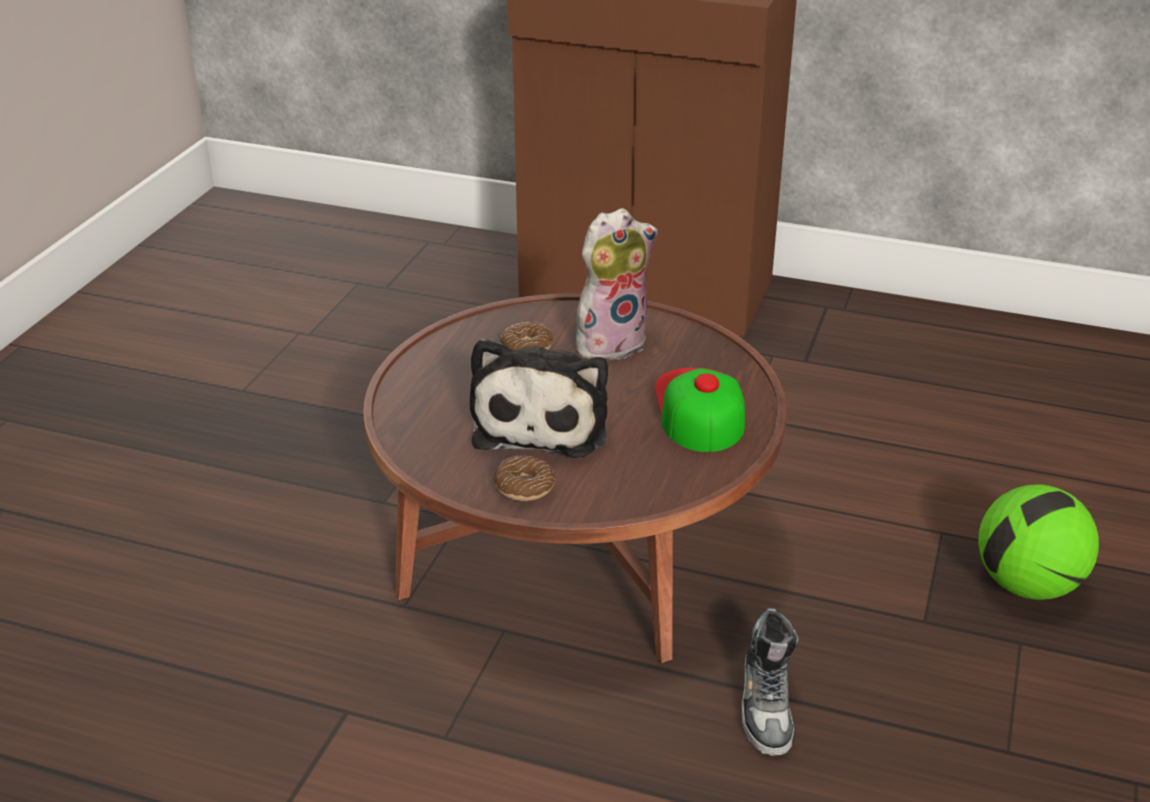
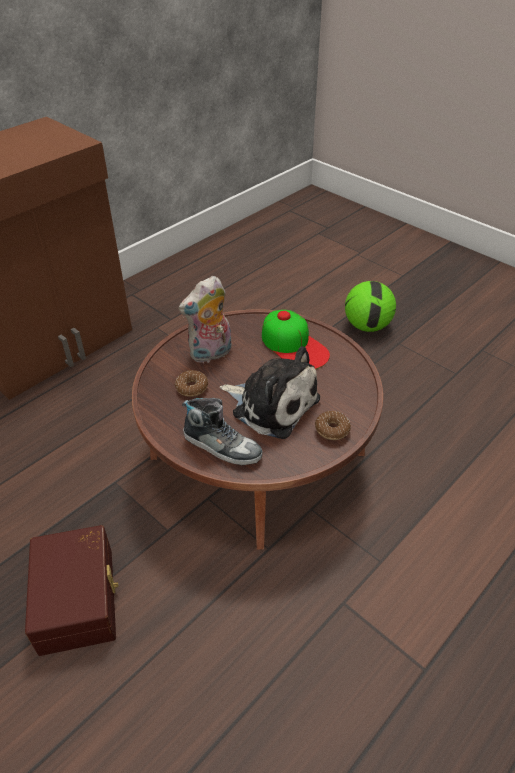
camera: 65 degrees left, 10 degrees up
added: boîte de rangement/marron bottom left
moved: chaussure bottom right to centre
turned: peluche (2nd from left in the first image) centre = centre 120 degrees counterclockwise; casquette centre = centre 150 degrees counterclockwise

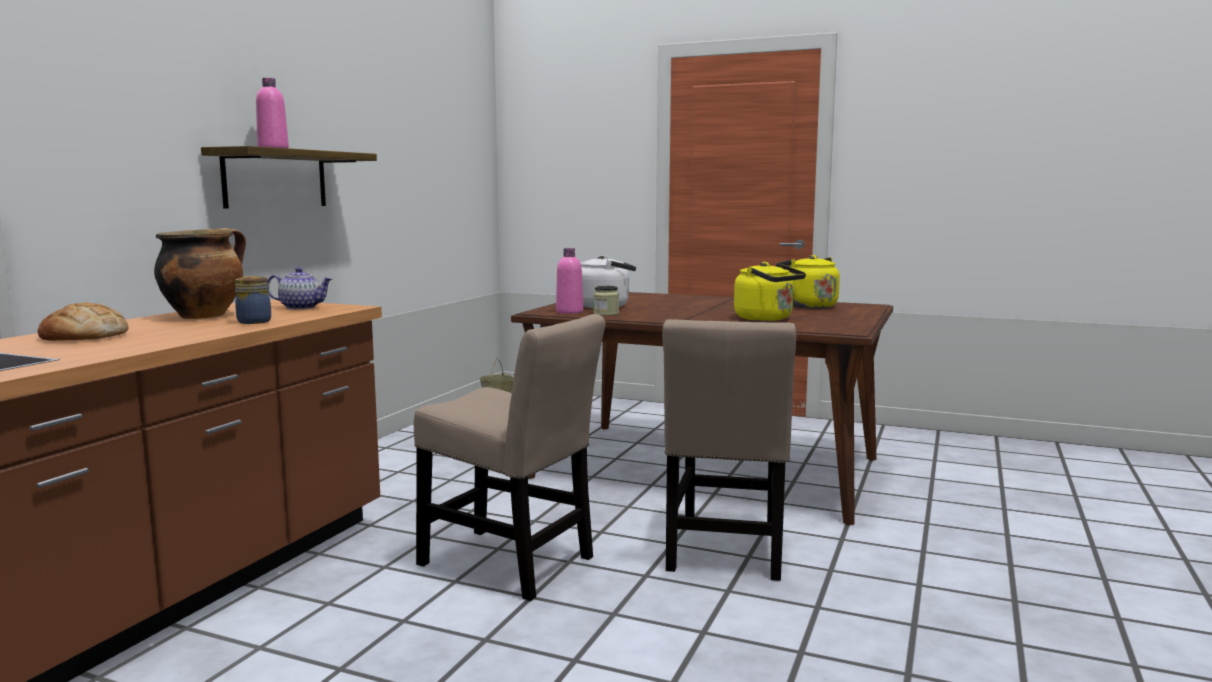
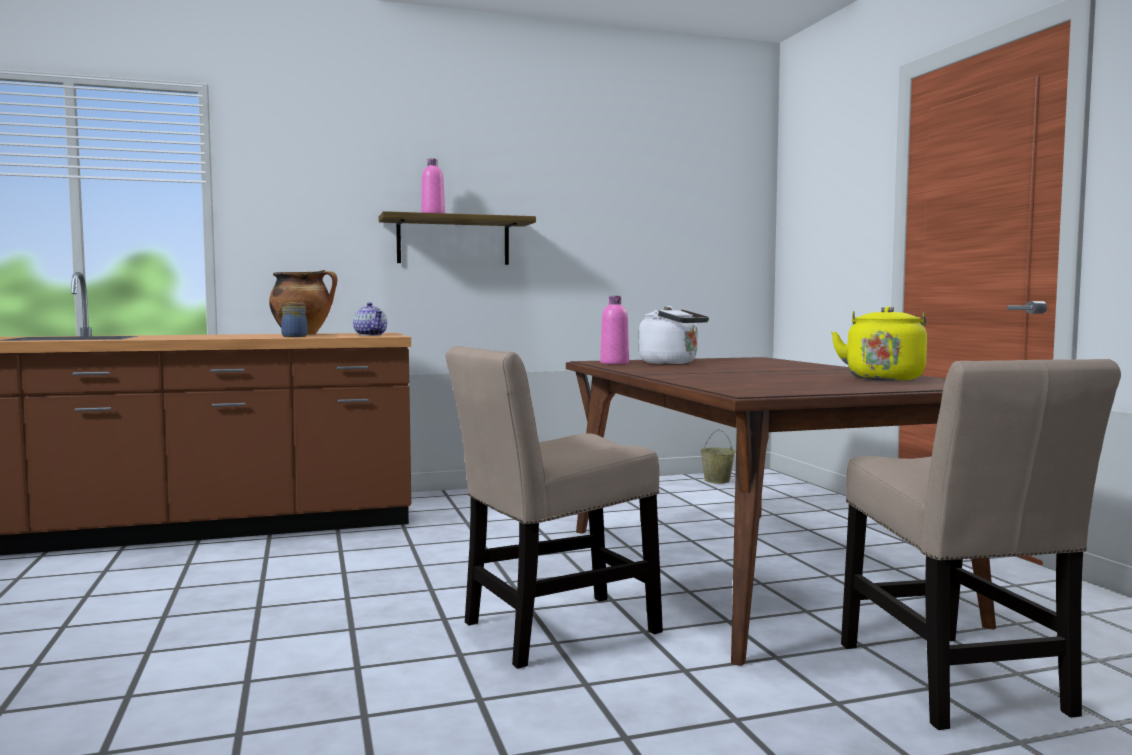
camera: 50 degrees right, 5 degrees down
removed: bouilloire/jaune (1st from left) centre; bocal (2nd from left) centre; pain middle left
moved: chaise/beige (1st from left in the first image) bottom centre to chaise/beige (2nd from left) bottom right

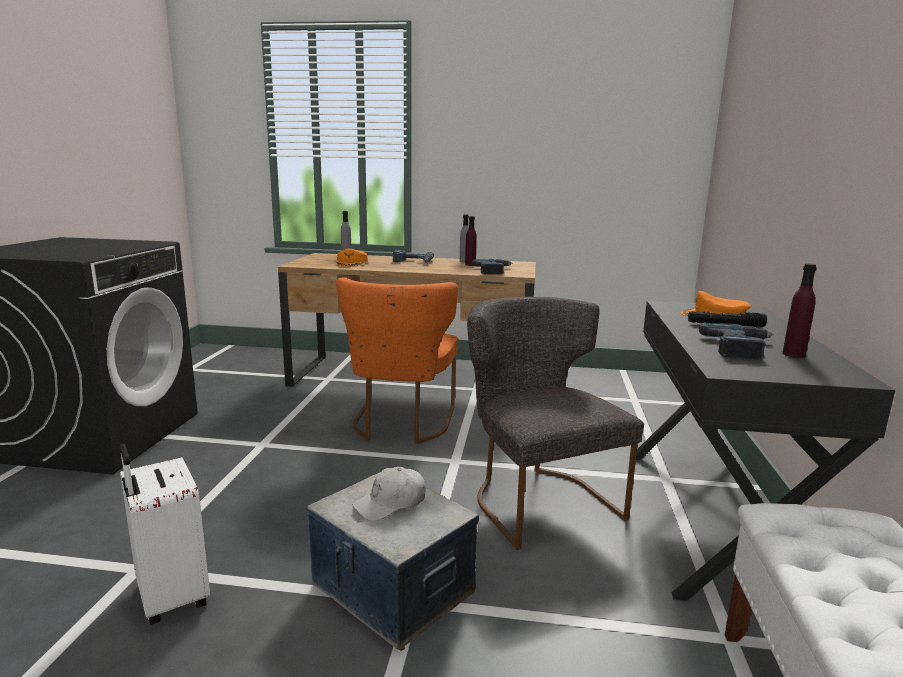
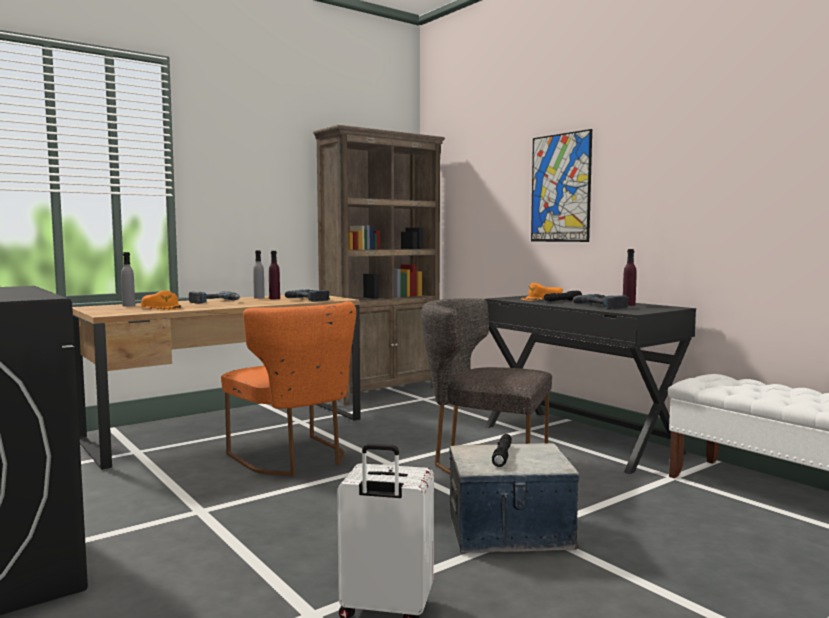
camera: 45 degrees left, 10 degrees down
added: bibliothèque/marron centre; tableau top right
replaced: casquette/blanc bottom centre to lampe de poche/noir (1st from left) bottom centre

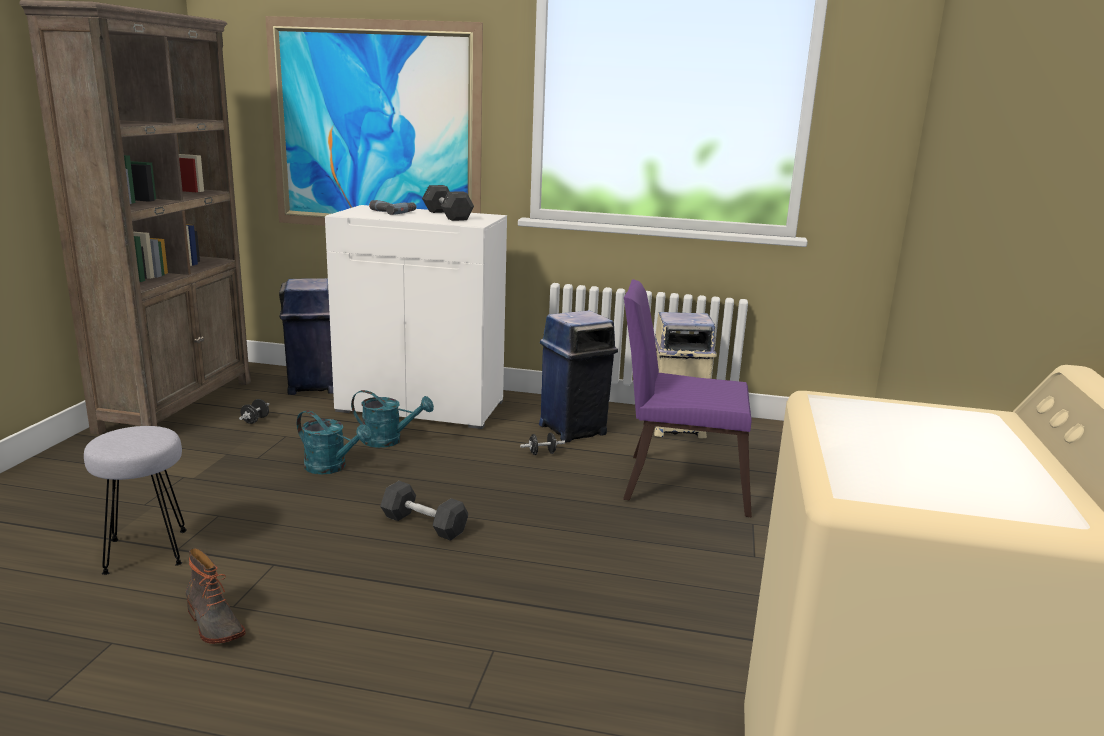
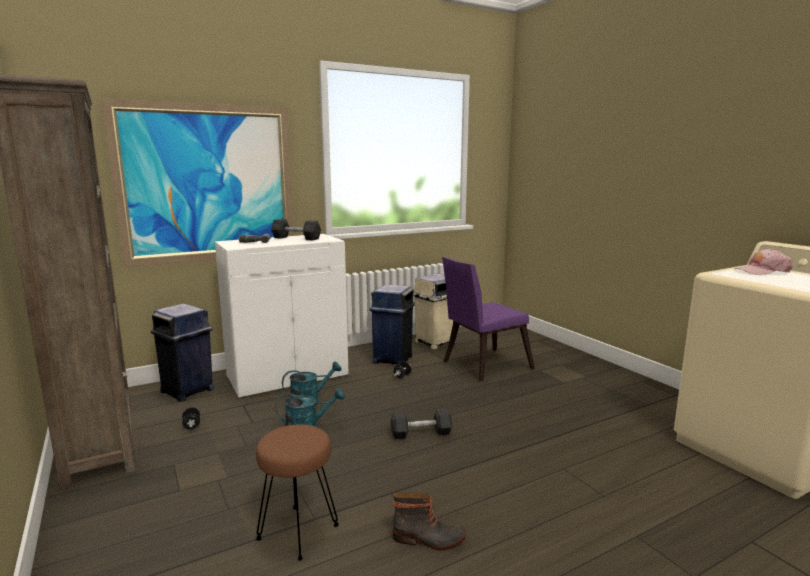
camera: 40 degrees left, 5 degrees down
added: casquette/rose middle right
recoloured: tabouret/gris bottom left to tabouret/marron bottom centre

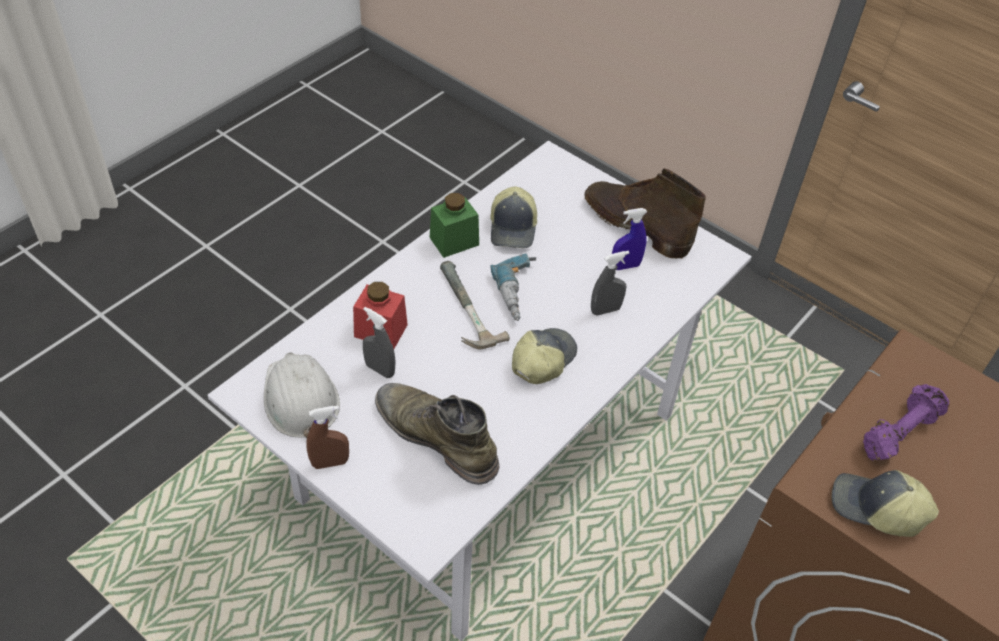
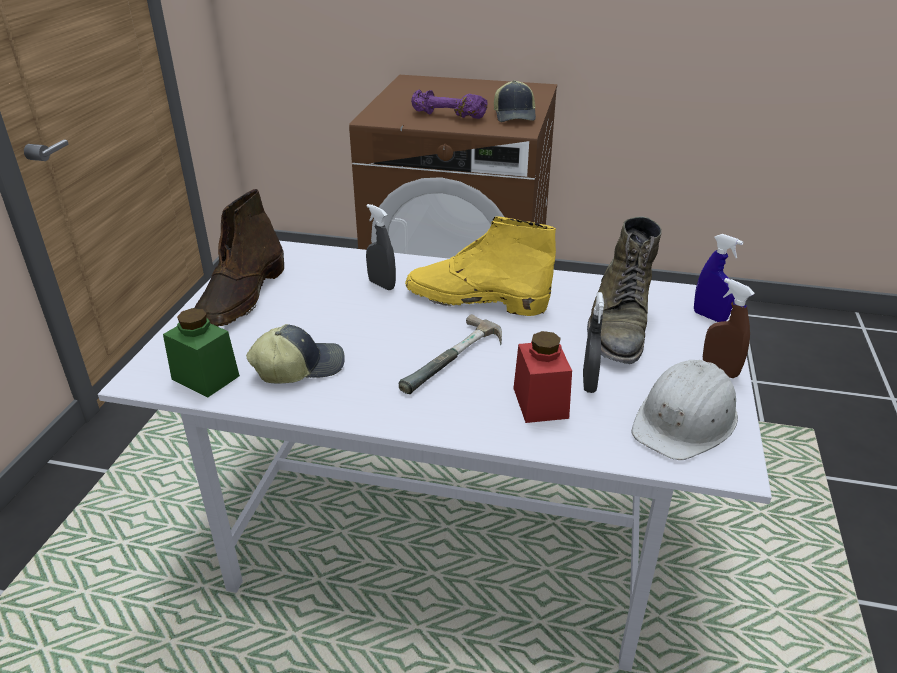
camera: 115 degrees left, 15 degrees down
removed: perceuse centre
moved: bocal/vert centre to middle left; vaporisateur/bleu centre to middle right
replaced: casquette (2nd from left) centre to botte/jaune centre

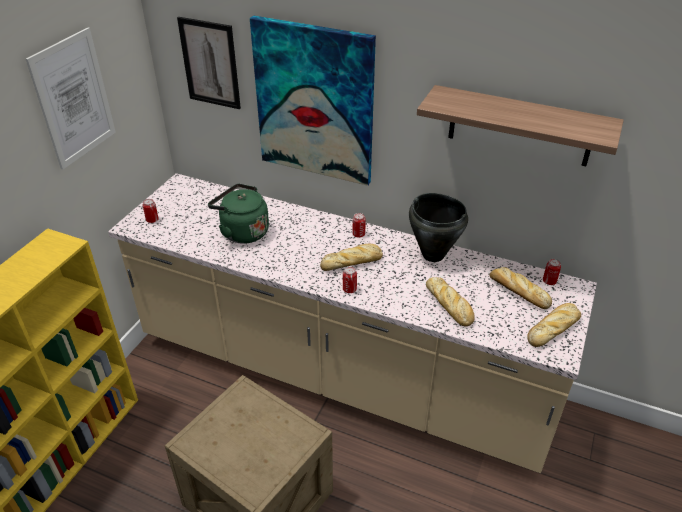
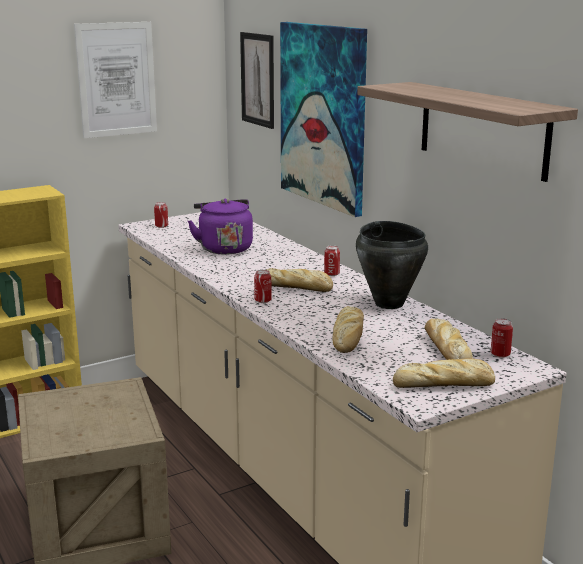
camera: 35 degrees right, 20 degrees down
recoloured: bouilloire/vert centre to bouilloire/violet centre

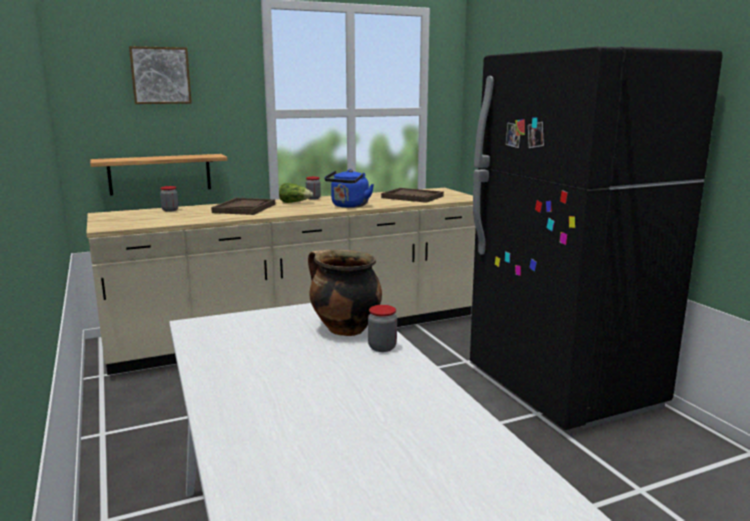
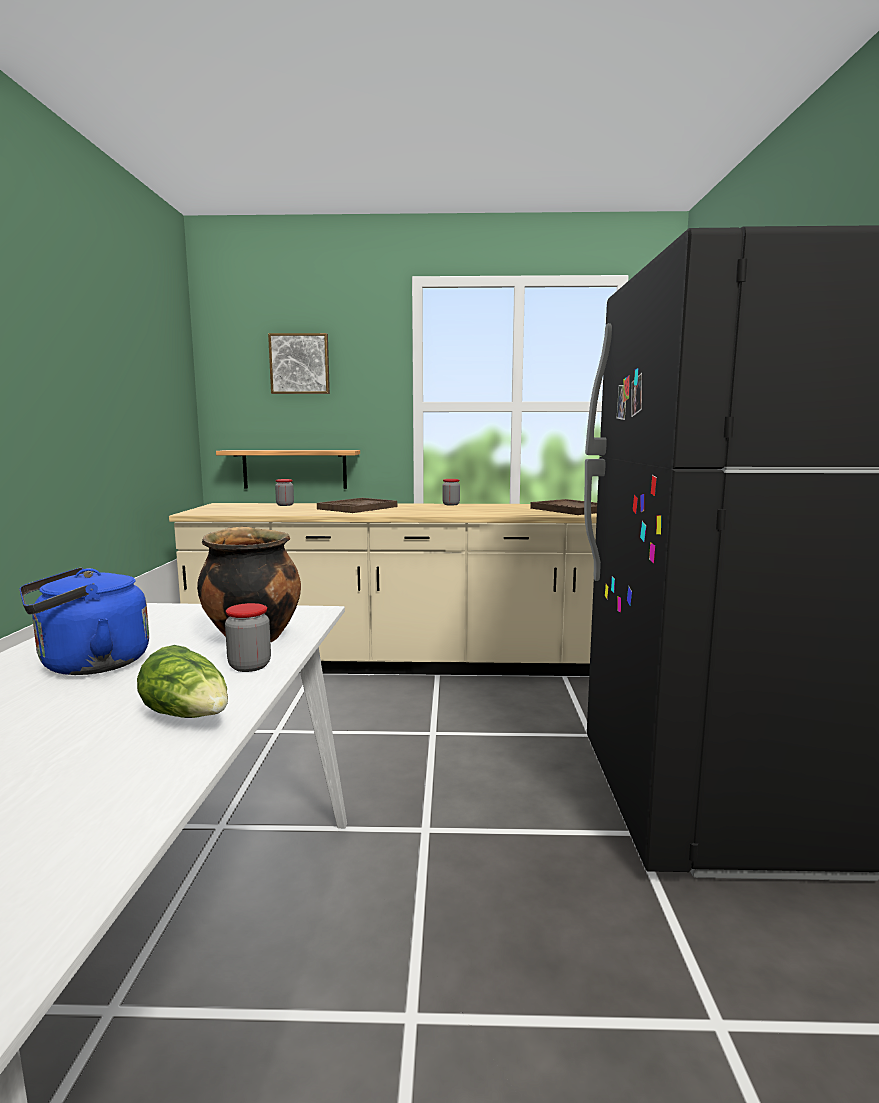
camera: 25 degrees right, 5 degrees down
moved: bouilloire/bleu centre to middle left; laitue centre to middle left

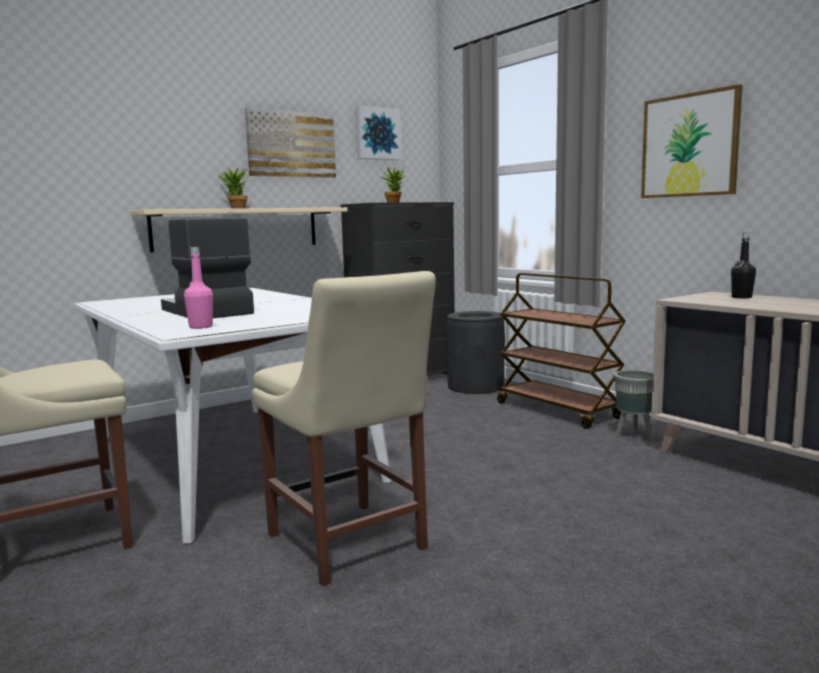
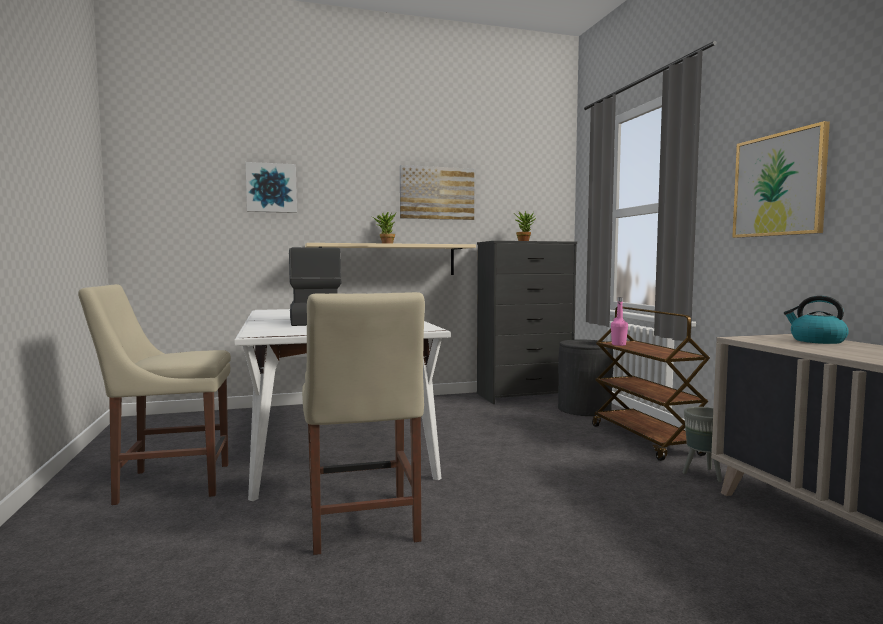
camera: 20 degrees right, 5 degrees down
moved: tableau (2nd from left in the first image) top centre to tableau (1st from left) top left; bouteille/rose middle left to middle right
replaced: bouteille/noir middle right to bouilloire middle right

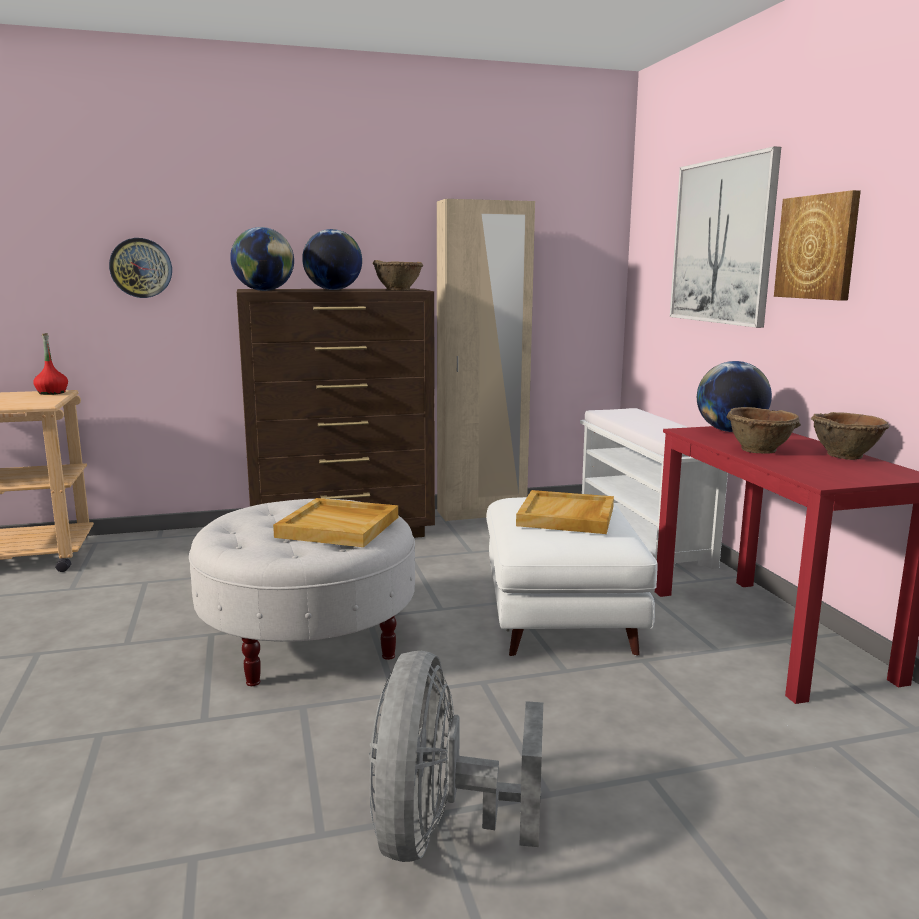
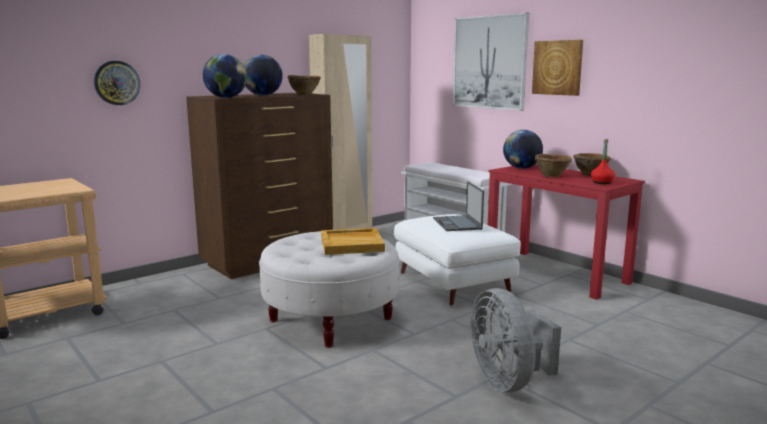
camera: 25 degrees left, 0 degrees up
moved: bouteille/rouge middle left to middle right
replaced: plateau/beige (2nd from left) centre to ordinateur portable centre

